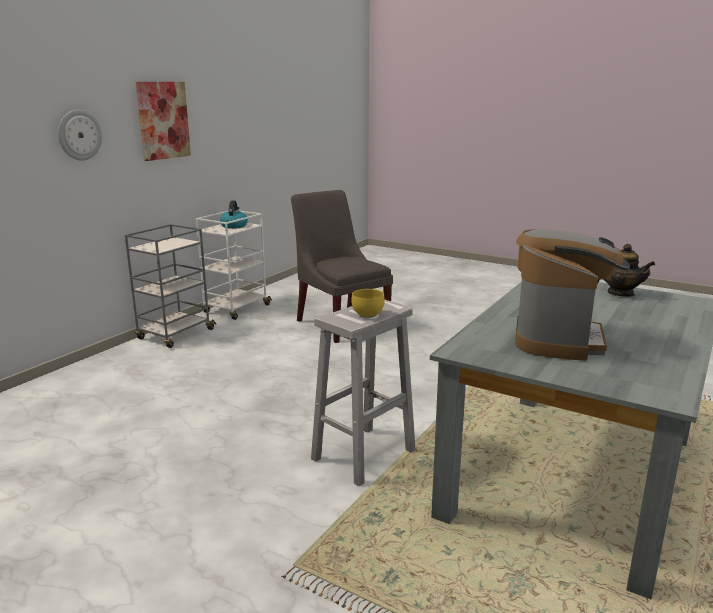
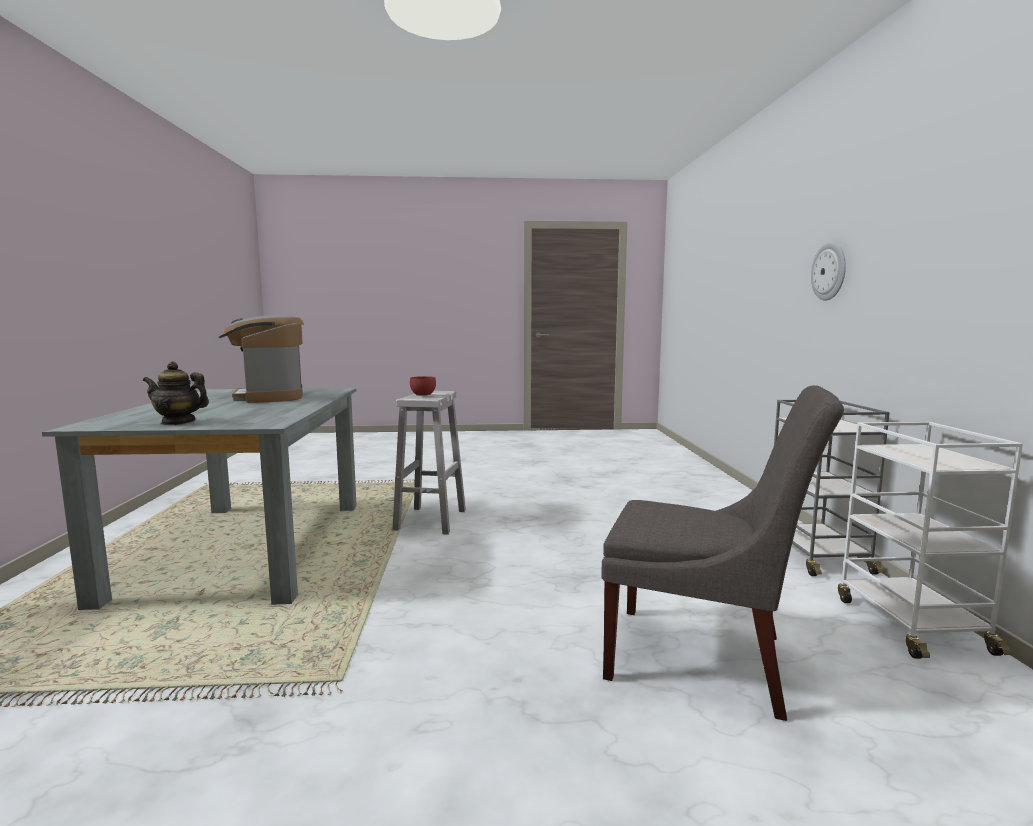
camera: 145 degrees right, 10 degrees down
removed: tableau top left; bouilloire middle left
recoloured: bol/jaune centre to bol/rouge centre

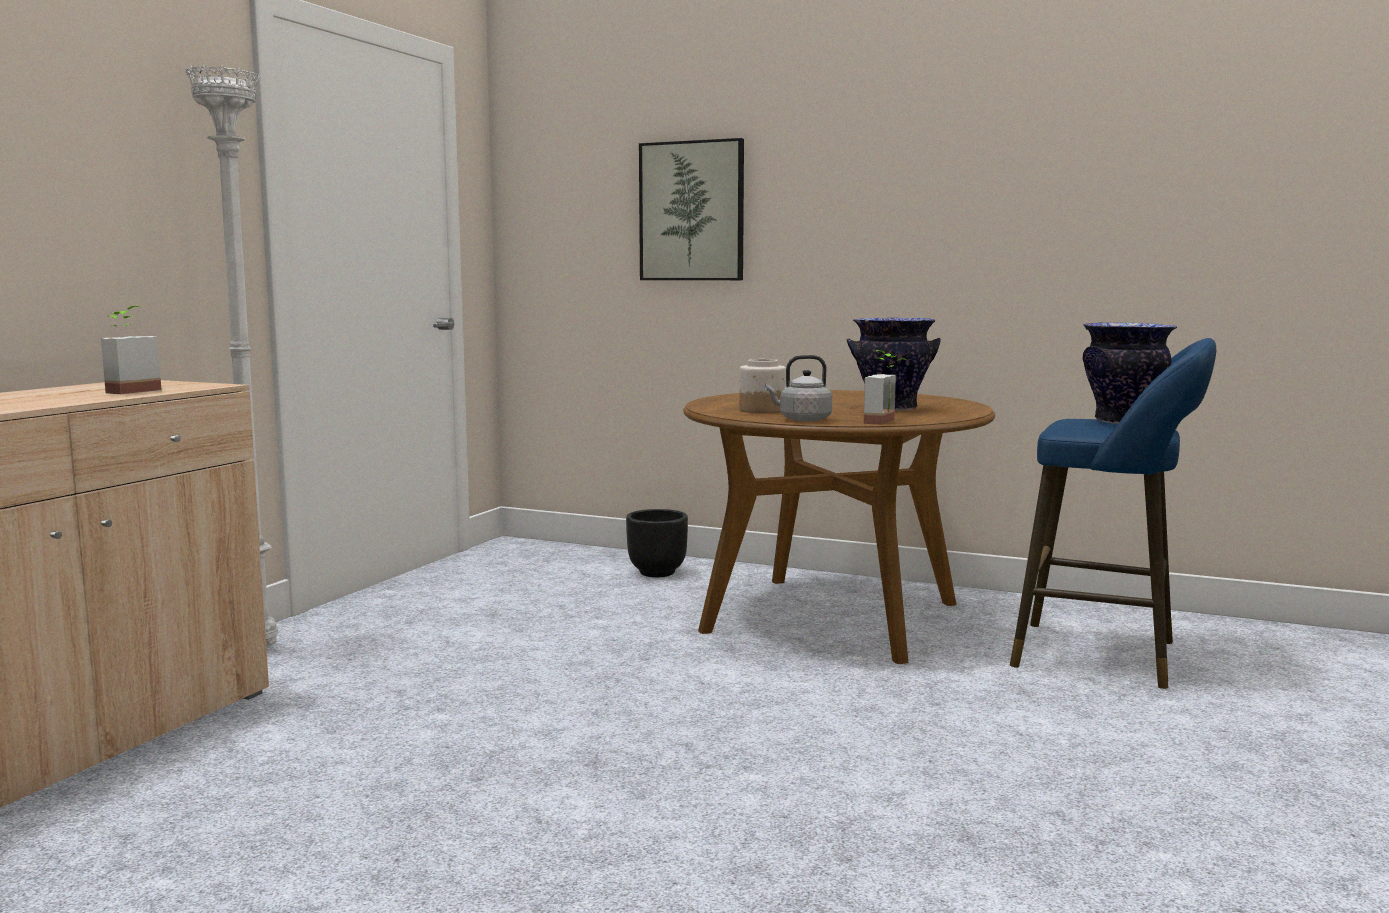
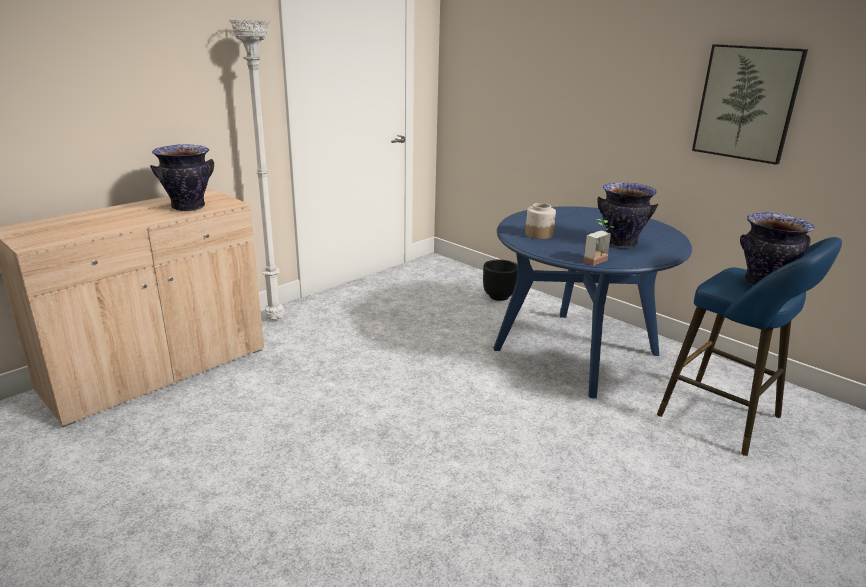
camera: 20 degrees right, 15 degrees up
removed: bouilloire/gris centre
moved: tableau top centre to top right
replaced: plante en pot (1st from left) middle left to vase (1st from left) top left
recoloured: table à manger/marron centre to table à manger/bleu middle right

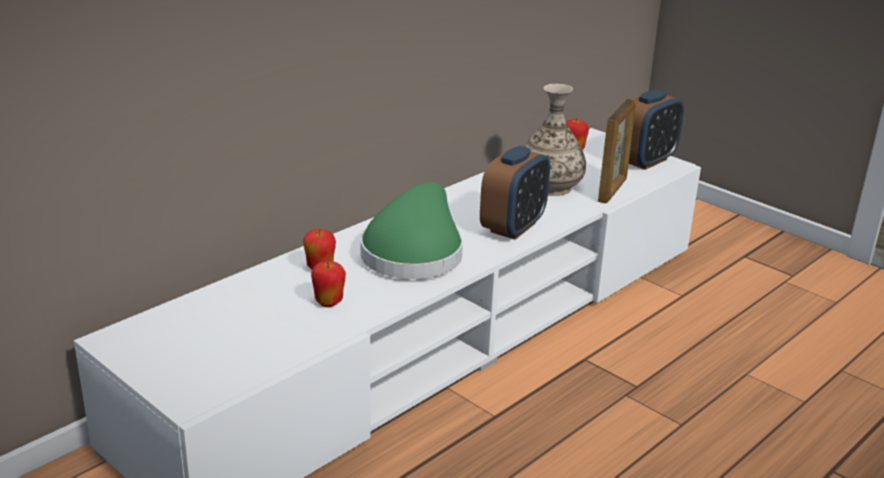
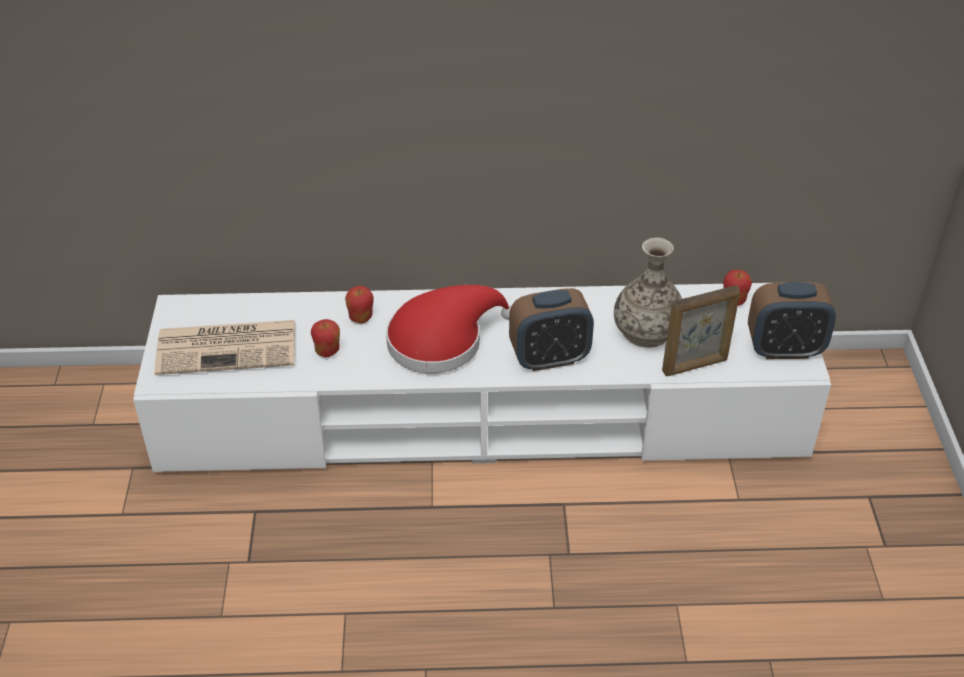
camera: 45 degrees right, 15 degrees up
added: journal middle left
recoloured: chapeau/vert centre to chapeau/rouge centre

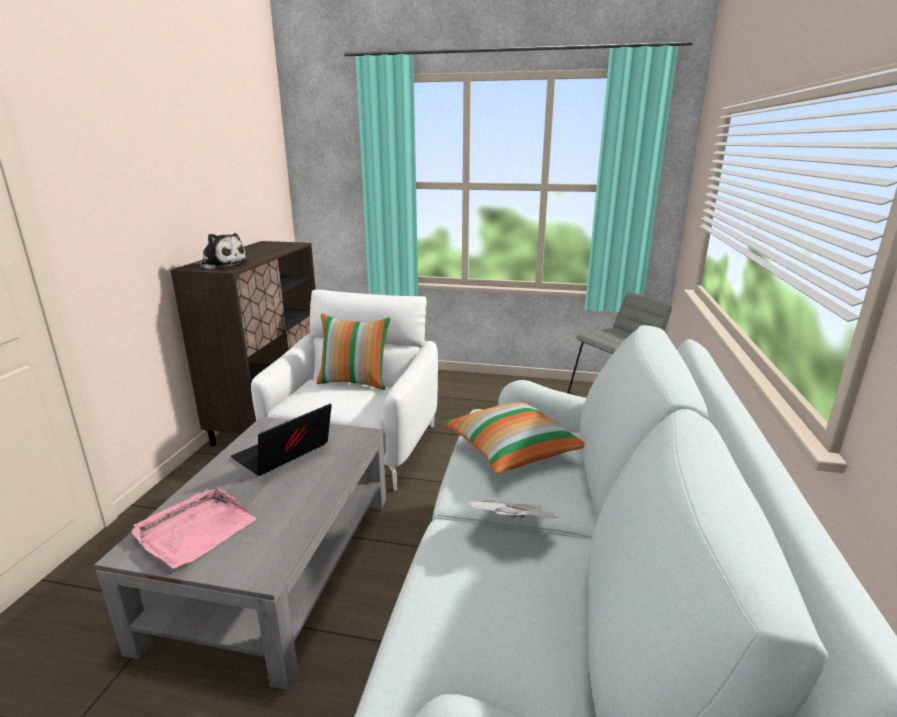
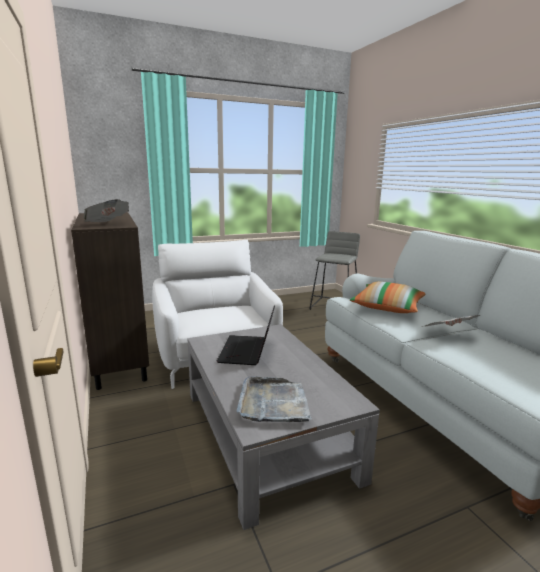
camera: 35 degrees left, 5 degrees down
removed: coussin (1st from left) centre
replaced: peluche middle left to journal (1st from left) middle left
recoloured: plateau/rose bottom left to plateau/gris bottom centre

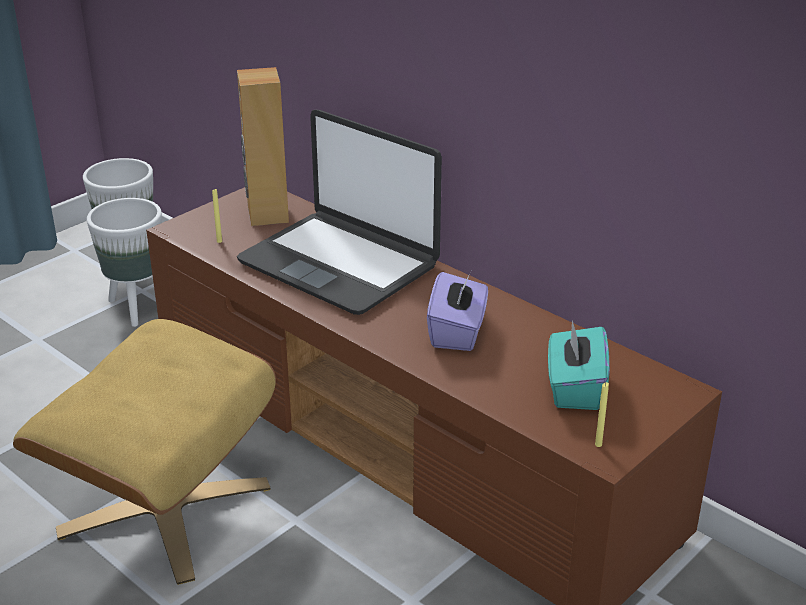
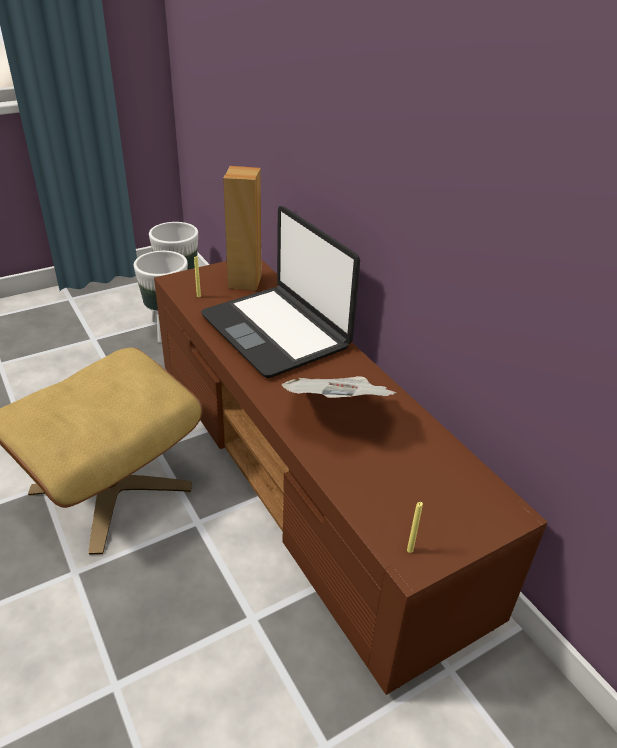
camera: 15 degrees right, 5 degrees up
removed: boîte à mouchoirs/turquoise middle right
replaced: boîte à mouchoirs/violet centre to journal centre

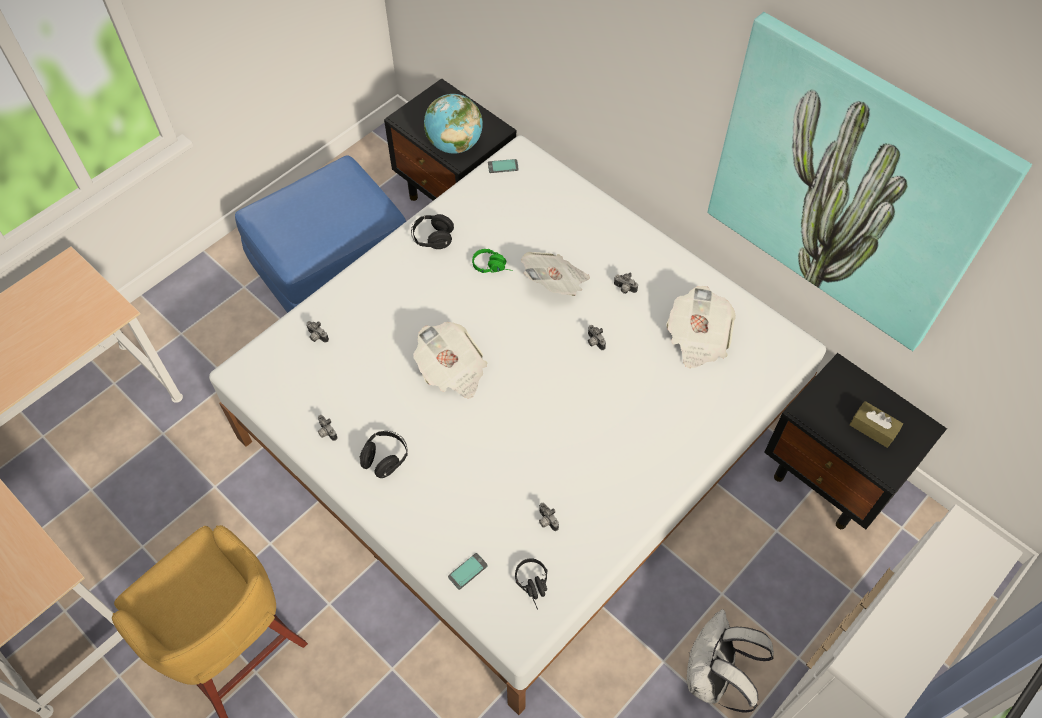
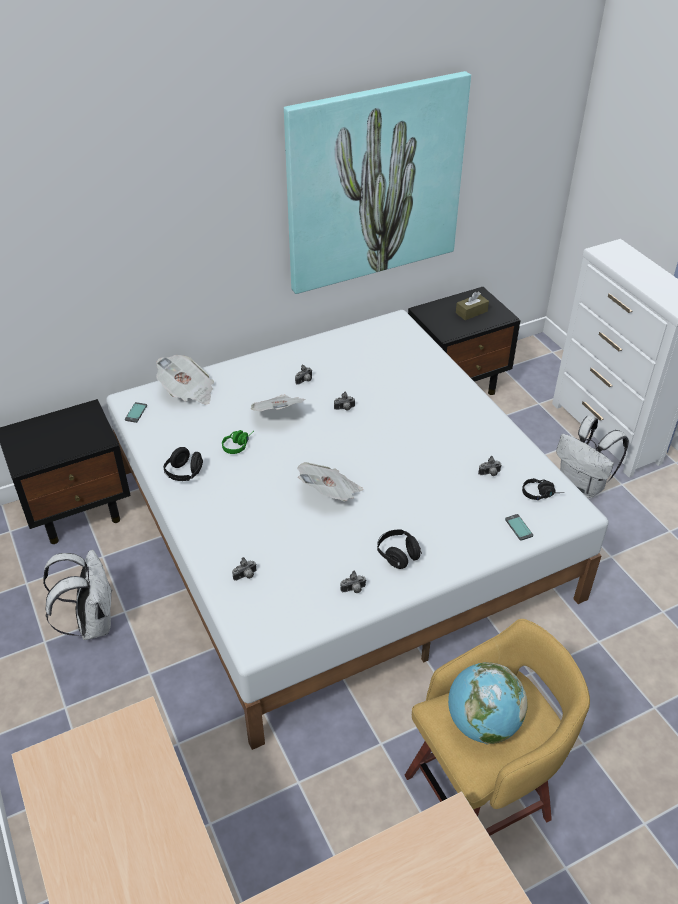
camera: 70 degrees left, 15 degrees down
moved: globe top centre to bottom right; journal (3rd from left in the first image) middle right to journal (1st from left) middle left
replaced: pouf/bleu top left to sac à dos/blanc (1st from left) middle left

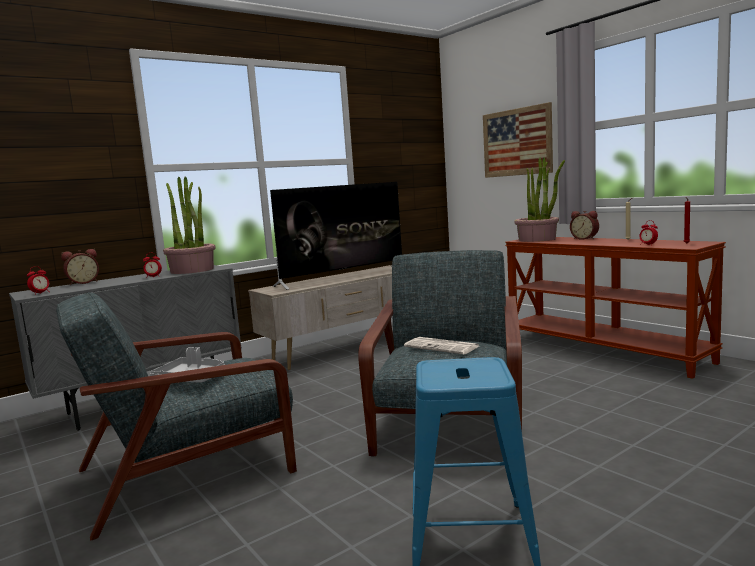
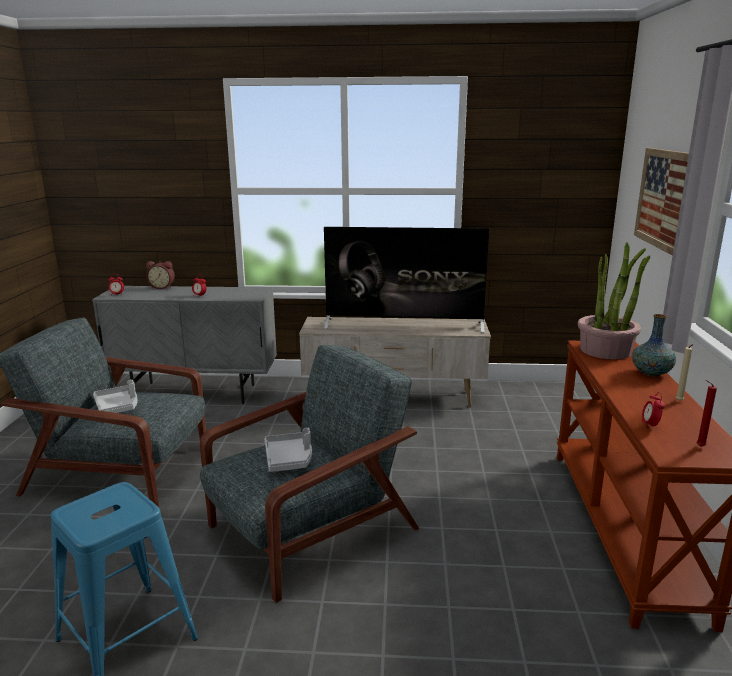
camera: 40 degrees right, 10 degrees up
removed: plante en pot (1st from left) middle left
replaced: réveil (4th from left) middle right to vase middle right; journal centre to plateau/gris (2nd from left) centre

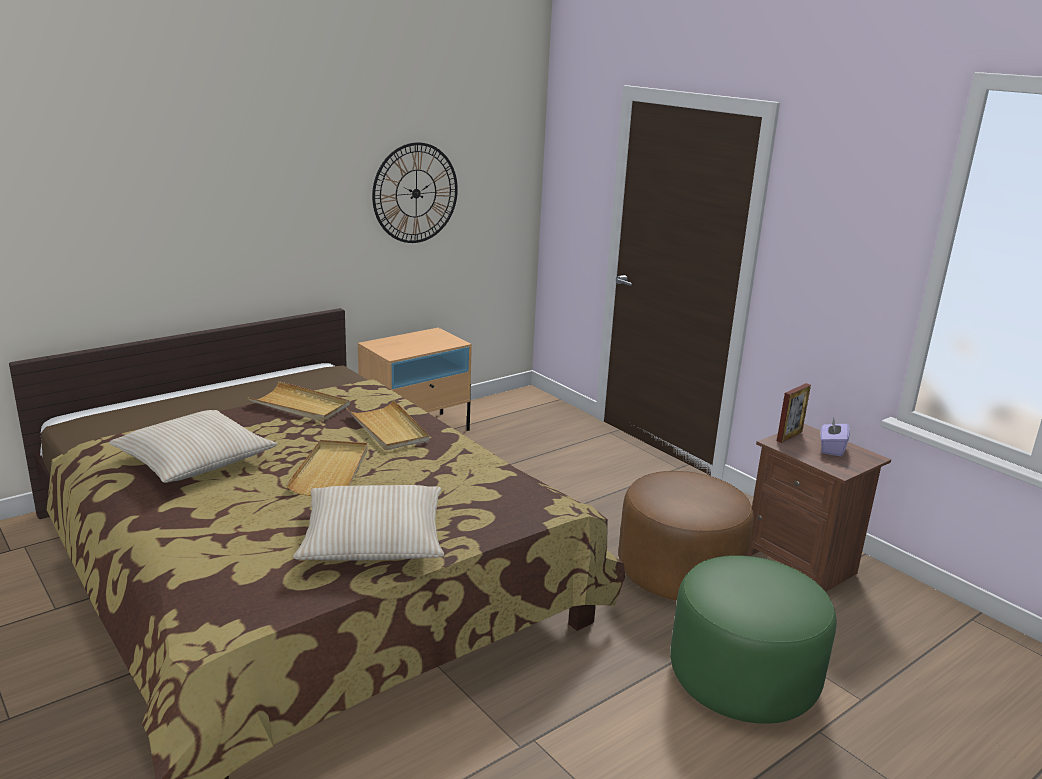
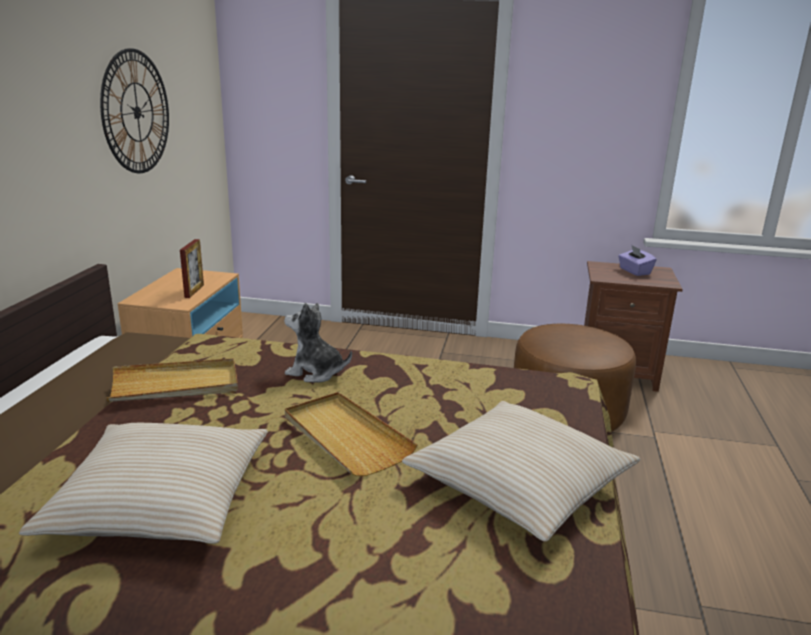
camera: 40 degrees left, 0 degrees up
removed: pouf/vert bottom right
moved: cadre photo middle right to middle left
replaced: plateau/beige (3rd from left) centre to peluche centre

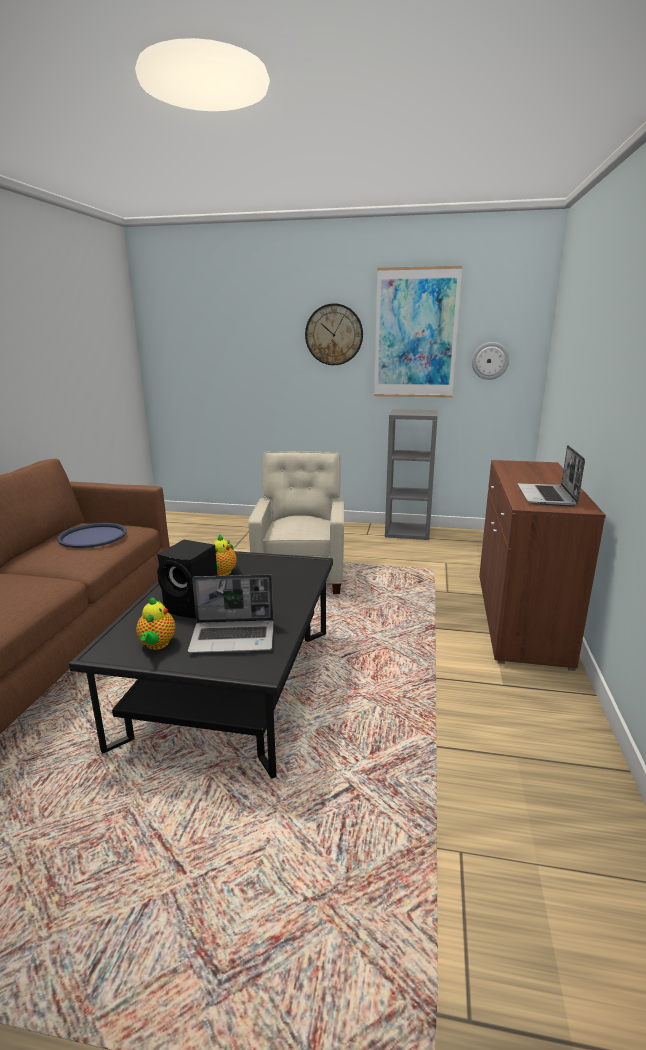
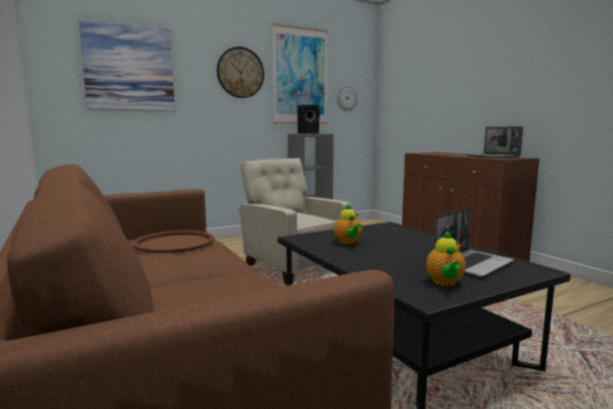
camera: 40 degrees left, 10 degrees down
added: tableau (1st from left) top left
moved: enceinte/noir middle left to top centre
recoloured: plateau/bleu middle left to plateau/marron middle left
turned: théière (1st from left in the first image) middle left = middle right 45 degrees clockwise

